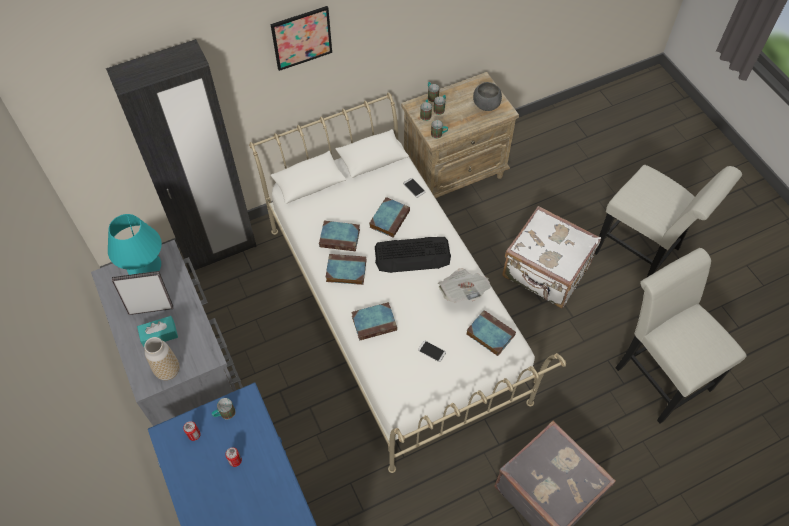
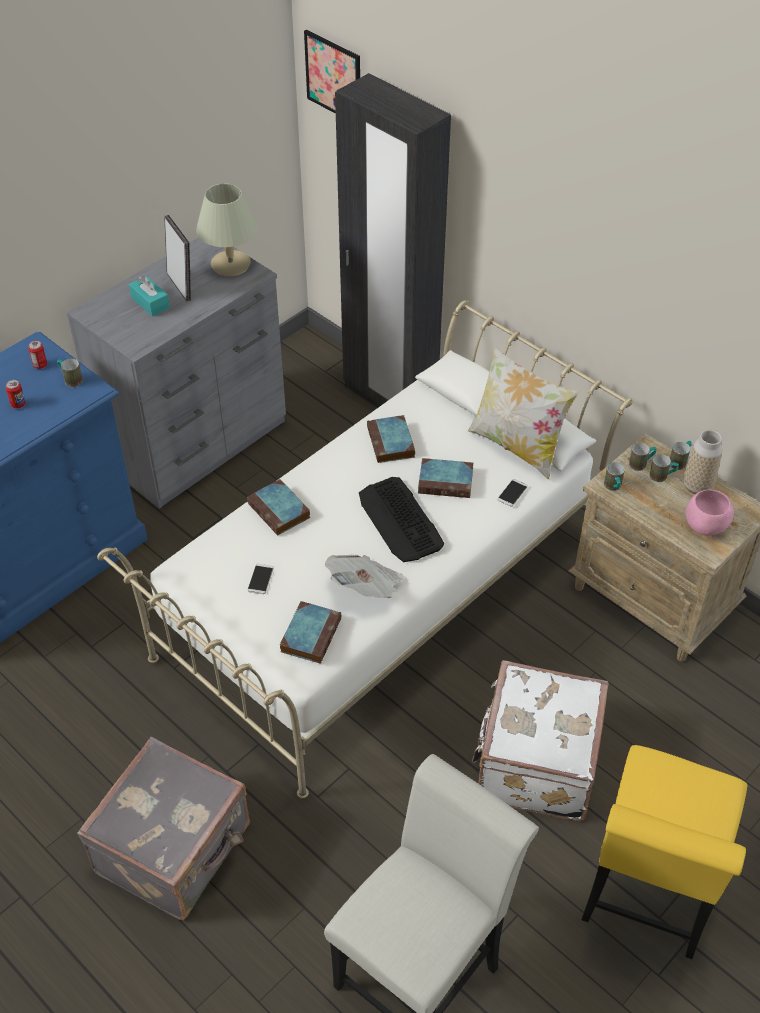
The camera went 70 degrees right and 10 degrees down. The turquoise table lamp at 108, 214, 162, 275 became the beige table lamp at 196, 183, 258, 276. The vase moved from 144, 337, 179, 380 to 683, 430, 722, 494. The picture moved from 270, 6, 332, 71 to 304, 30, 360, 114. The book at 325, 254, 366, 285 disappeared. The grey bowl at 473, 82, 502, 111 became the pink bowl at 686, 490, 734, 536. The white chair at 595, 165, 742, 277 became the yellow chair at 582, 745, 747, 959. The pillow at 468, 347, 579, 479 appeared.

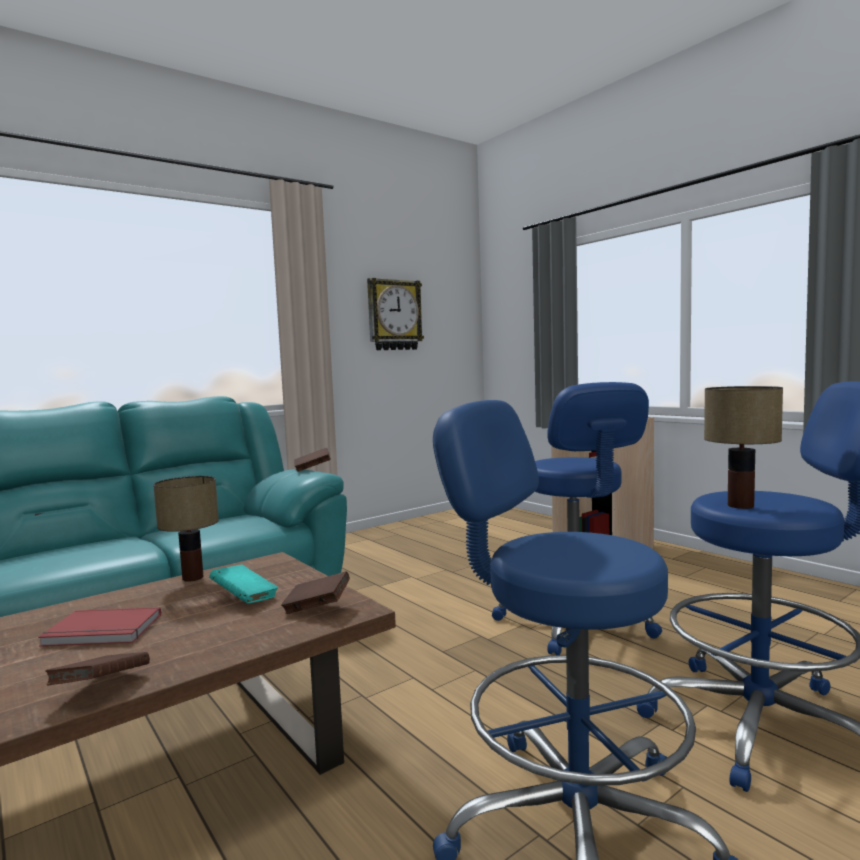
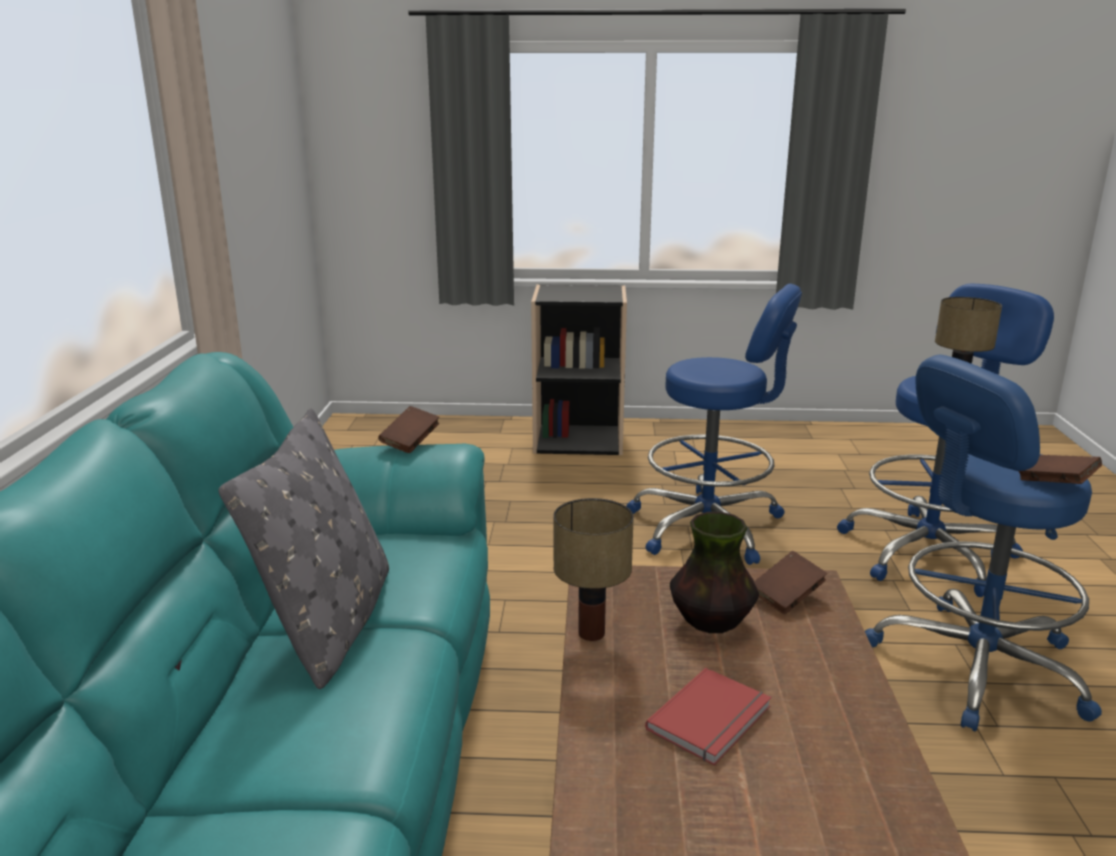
The camera went 50 degrees left and 15 degrees up. The brown book moved from 45, 652, 150, 686 to 1019, 455, 1102, 484. The turquoise book at 209, 565, 278, 603 was replaced by the vase at 670, 512, 759, 633. The wall clock at 367, 278, 424, 350 disappeared. The grey pillow at 218, 408, 389, 689 appeared.

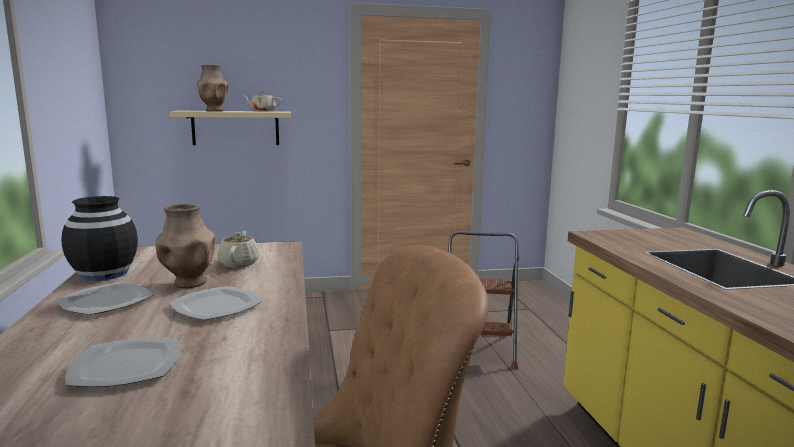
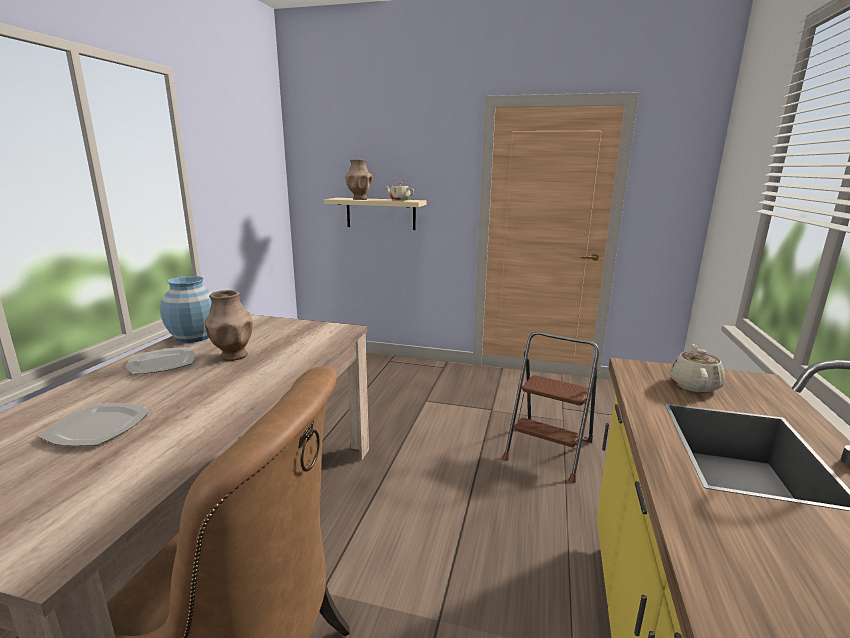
The camera went 25 degrees right and 5 degrees up. The black vase at 61, 196, 138, 281 became the blue vase at 160, 276, 212, 343. The plate at 170, 286, 263, 320 disappeared. The beige teapot moved from 217, 231, 259, 267 to 669, 344, 725, 393.

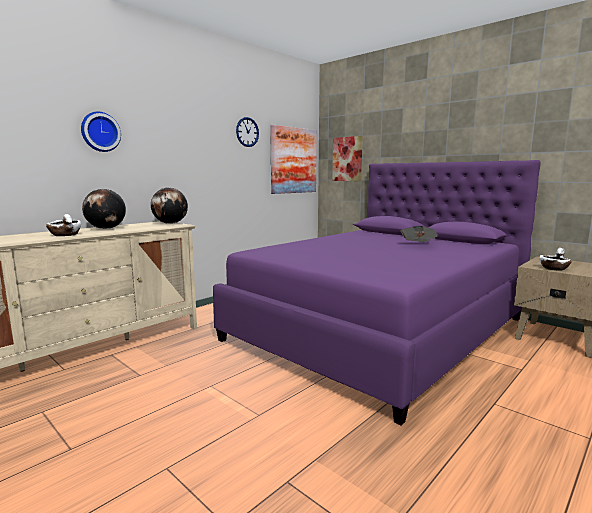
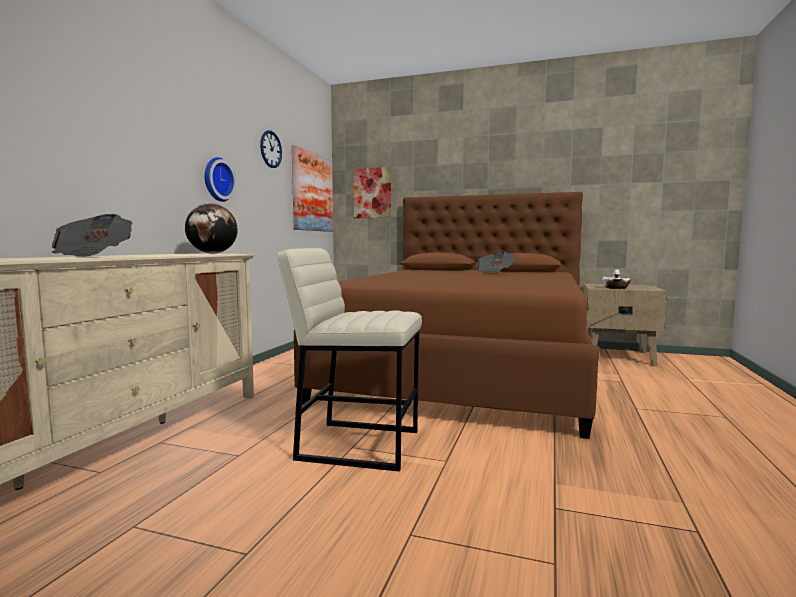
The camera went 25 degrees left and 5 degrees down. The white bowl at 46, 214, 81, 236 was replaced by the newspaper at 52, 214, 133, 257. The wall clock moved from 81, 112, 121, 152 to 205, 157, 236, 202. The globe at 82, 189, 126, 229 disappeared. The purple bed at 213, 160, 541, 426 became the brown bed at 294, 192, 600, 439. The beige chair at 278, 248, 422, 472 appeared.

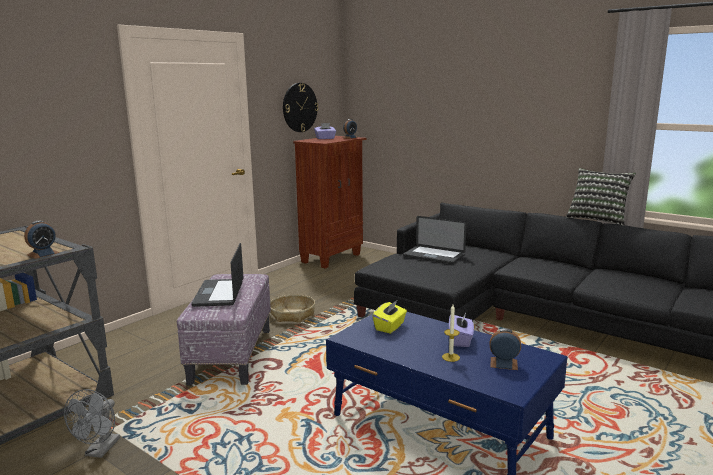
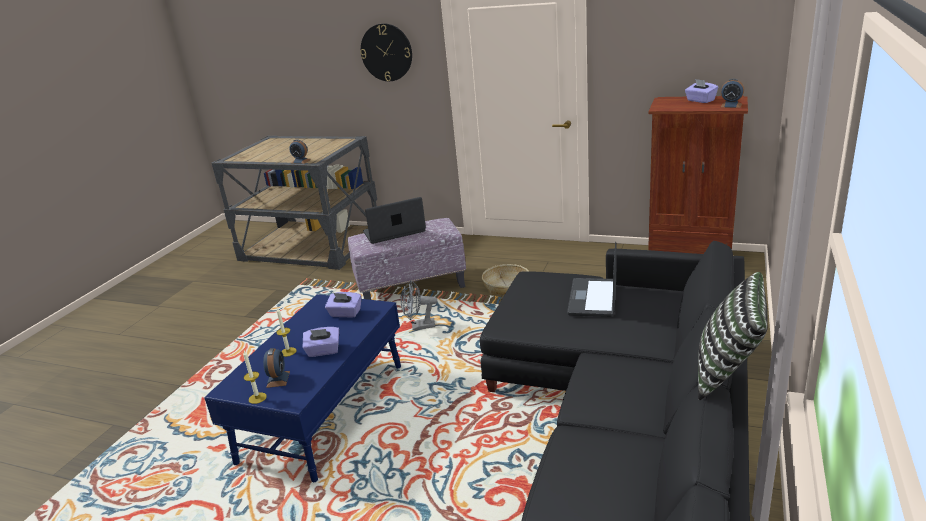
The camera went 75 degrees right and 10 degrees up. The grey fan moved from 64, 389, 120, 458 to 401, 280, 437, 330. The wall clock moved from 283, 83, 319, 132 to 360, 23, 412, 81. The yellow tissue box at 372, 301, 407, 334 became the purple tissue box at 325, 292, 362, 318. The candle at 243, 351, 267, 404 appeared.

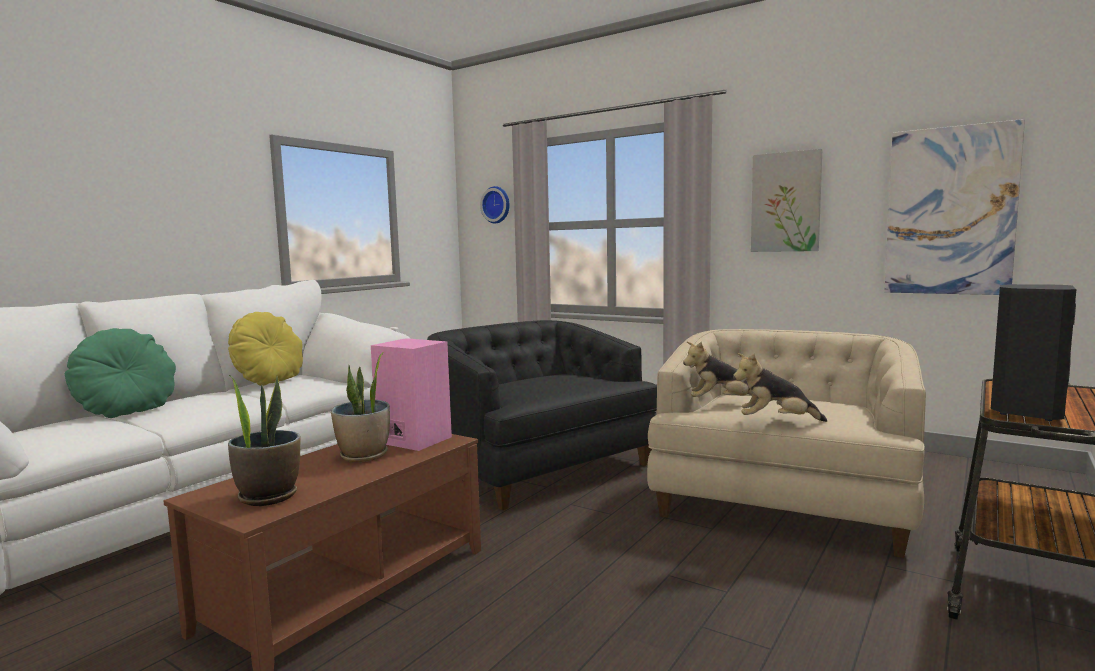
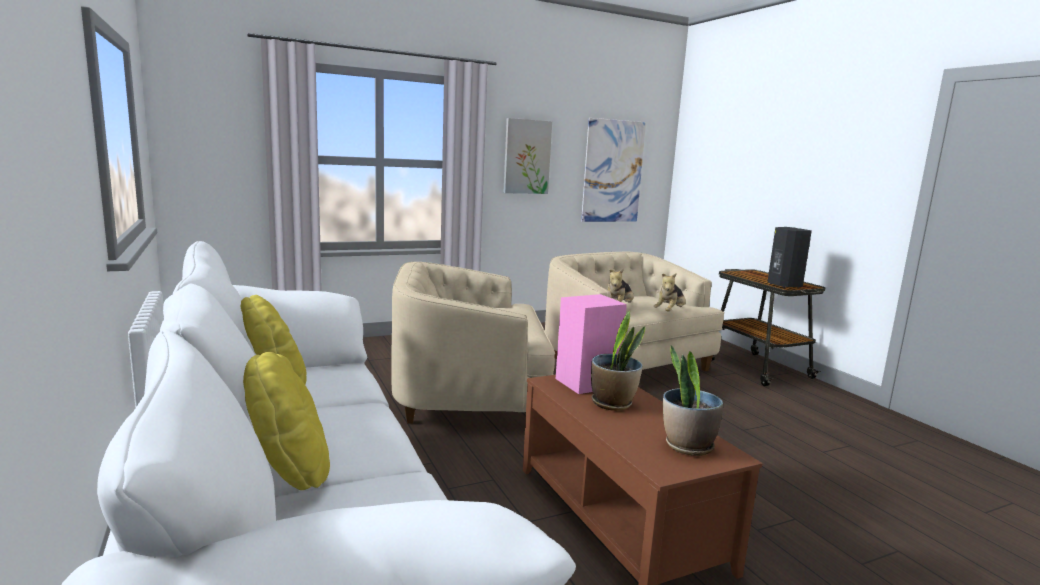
The camera went 60 degrees left and 5 degrees up. The green pillow at 65, 328, 176, 418 became the yellow pillow at 243, 352, 330, 490. The black armchair at 427, 320, 657, 510 became the beige armchair at 391, 262, 555, 424. The wall clock at 480, 186, 510, 224 disappeared.

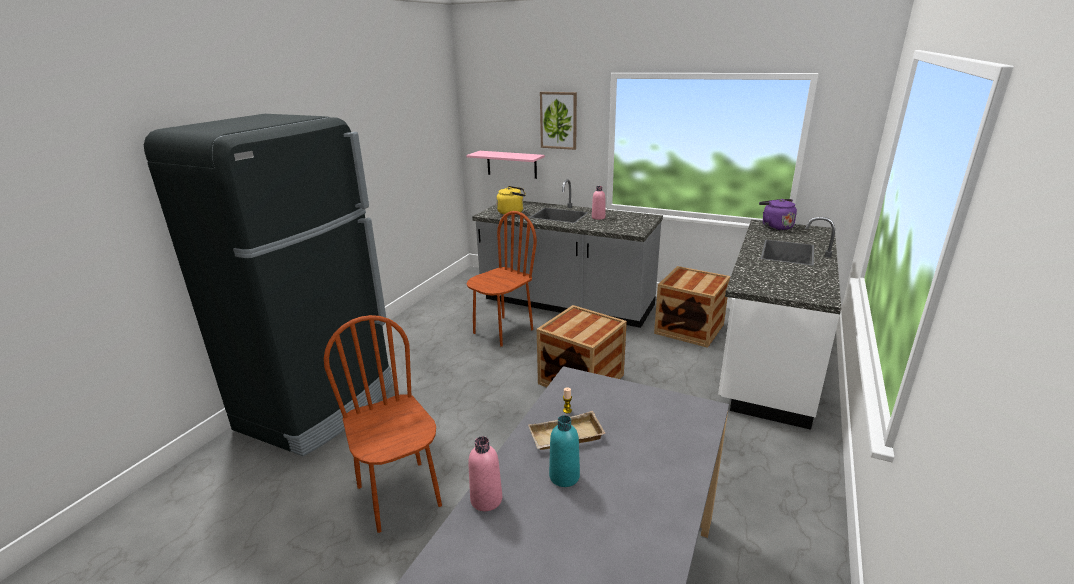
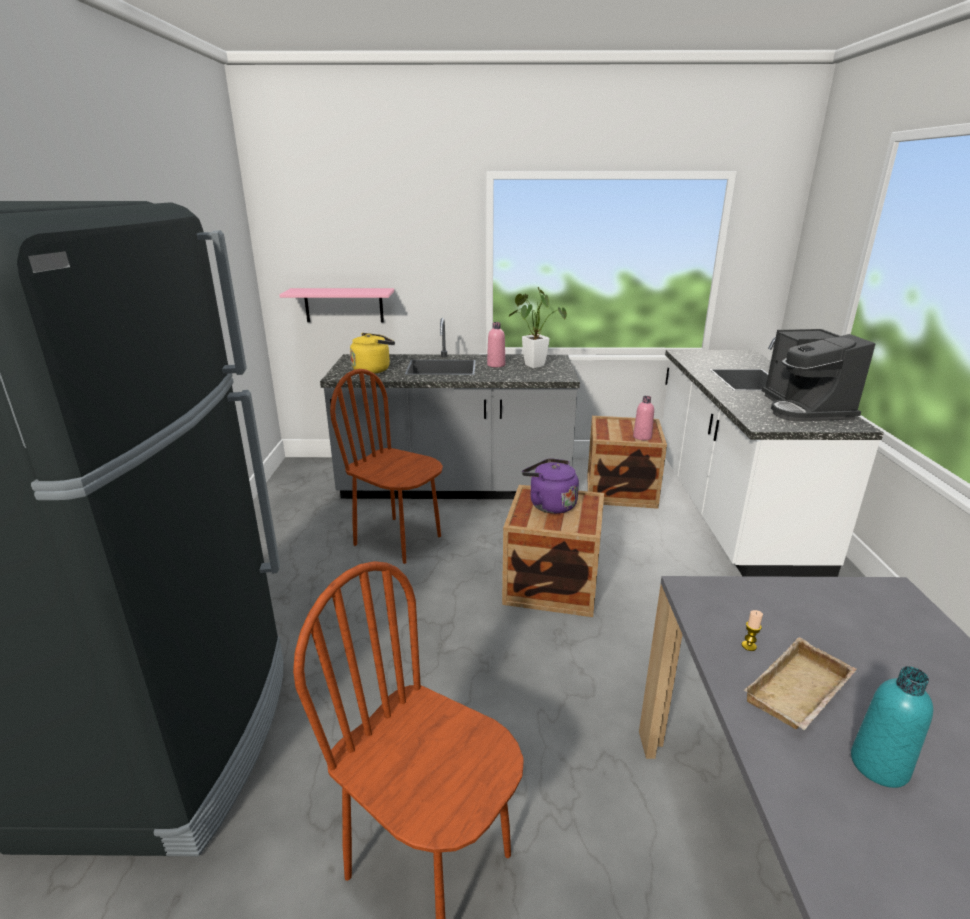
The camera went 25 degrees left and 0 degrees up. The brown chair at 467, 211, 537, 346 turned 75 degrees counterclockwise. The pink bottle moved from 468, 436, 502, 511 to 633, 396, 654, 440. The picture at 540, 92, 577, 150 disappeared. The purple kettle moved from 759, 199, 797, 230 to 522, 458, 579, 514. The potted plant at 509, 287, 567, 368 appeared. The coffee machine at 762, 329, 876, 422 appeared.

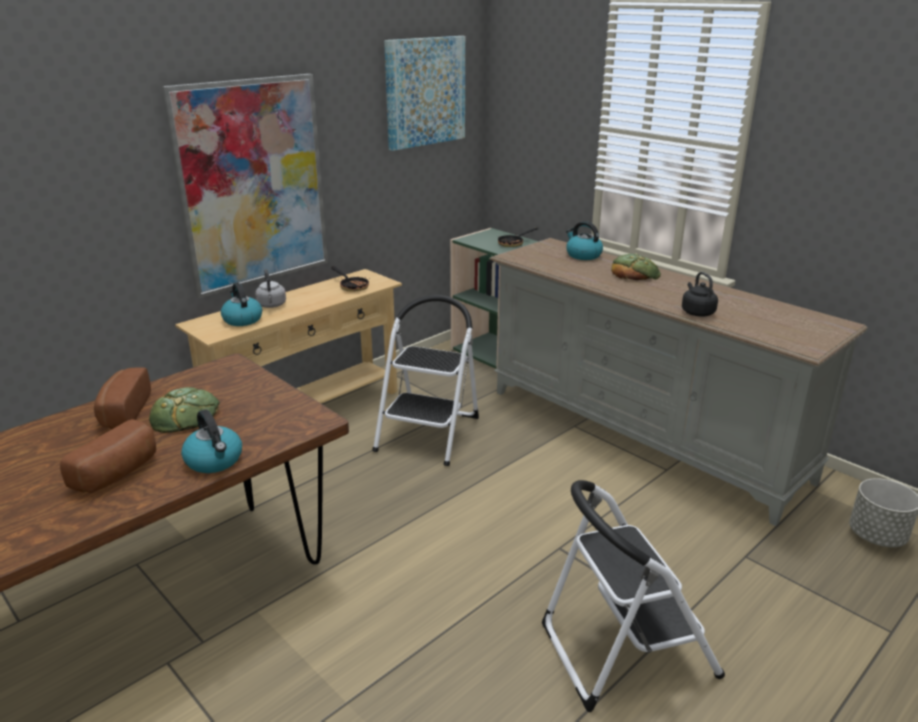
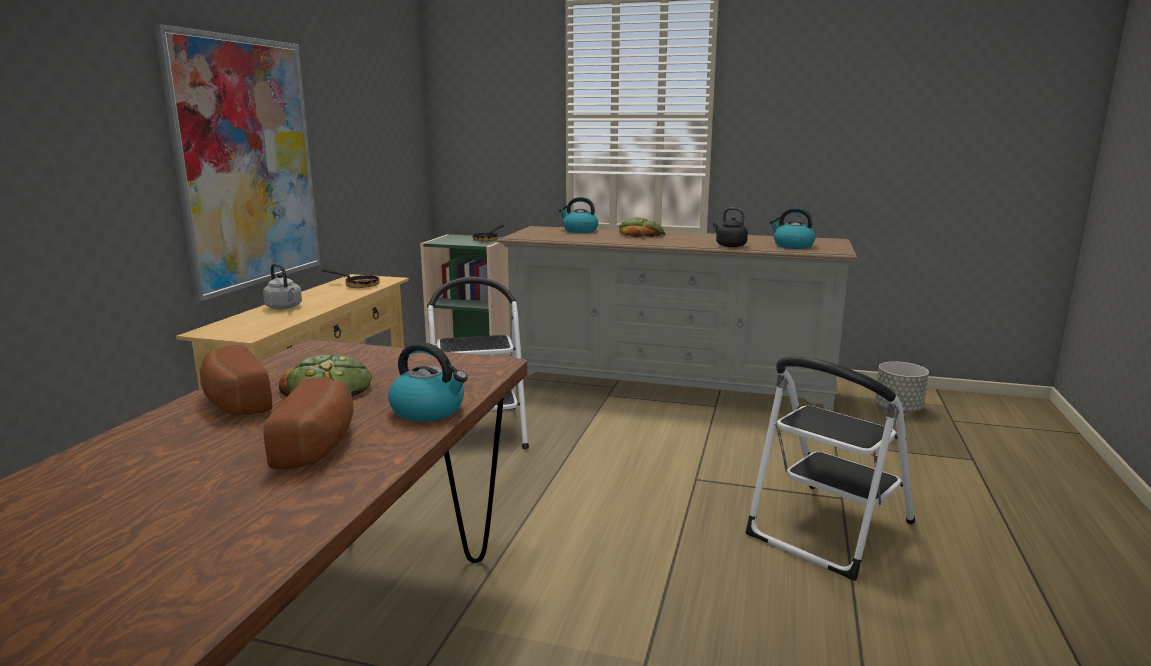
The camera went 30 degrees left and 10 degrees down. The kettle moved from 221, 283, 262, 326 to 770, 208, 816, 249. The picture at 384, 36, 465, 151 disappeared.

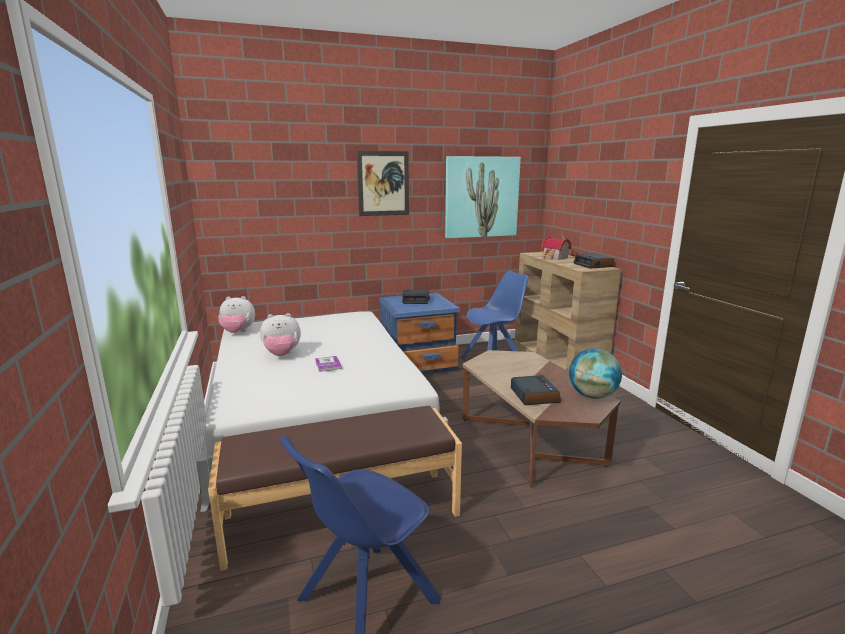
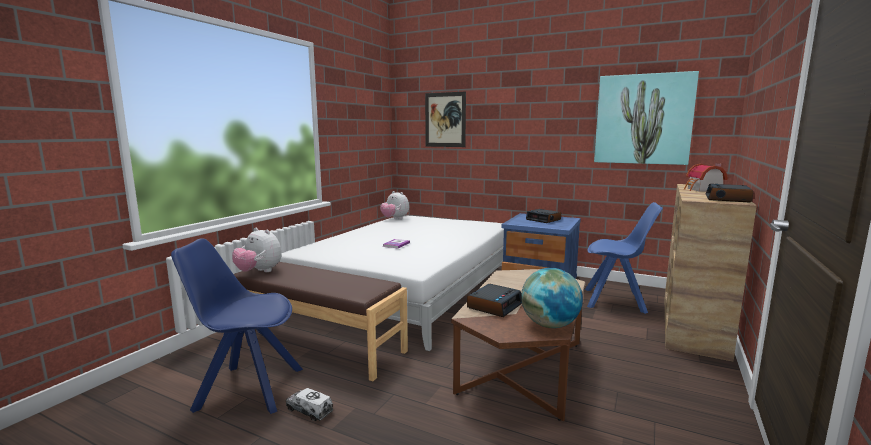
The camera went 45 degrees right and 5 degrees down. The plush toy moved from 260, 313, 301, 356 to 232, 228, 282, 272. The picture moved from 357, 151, 409, 216 to 425, 91, 466, 147. The toy truck at 286, 388, 334, 421 appeared.

